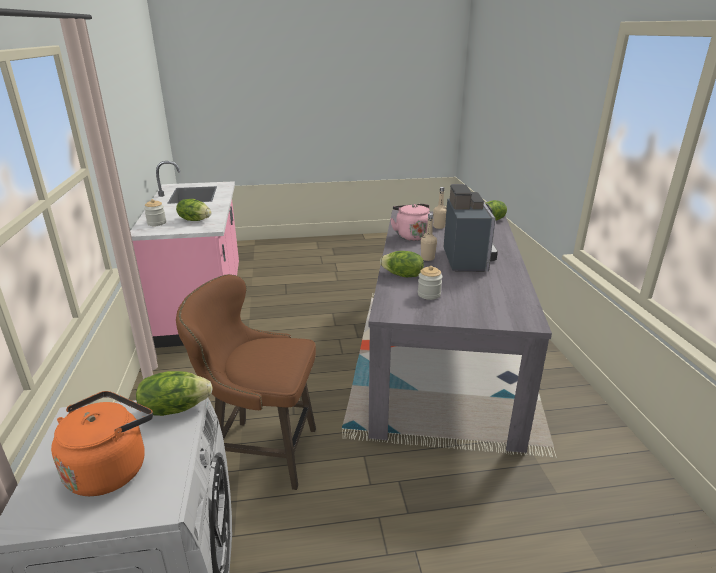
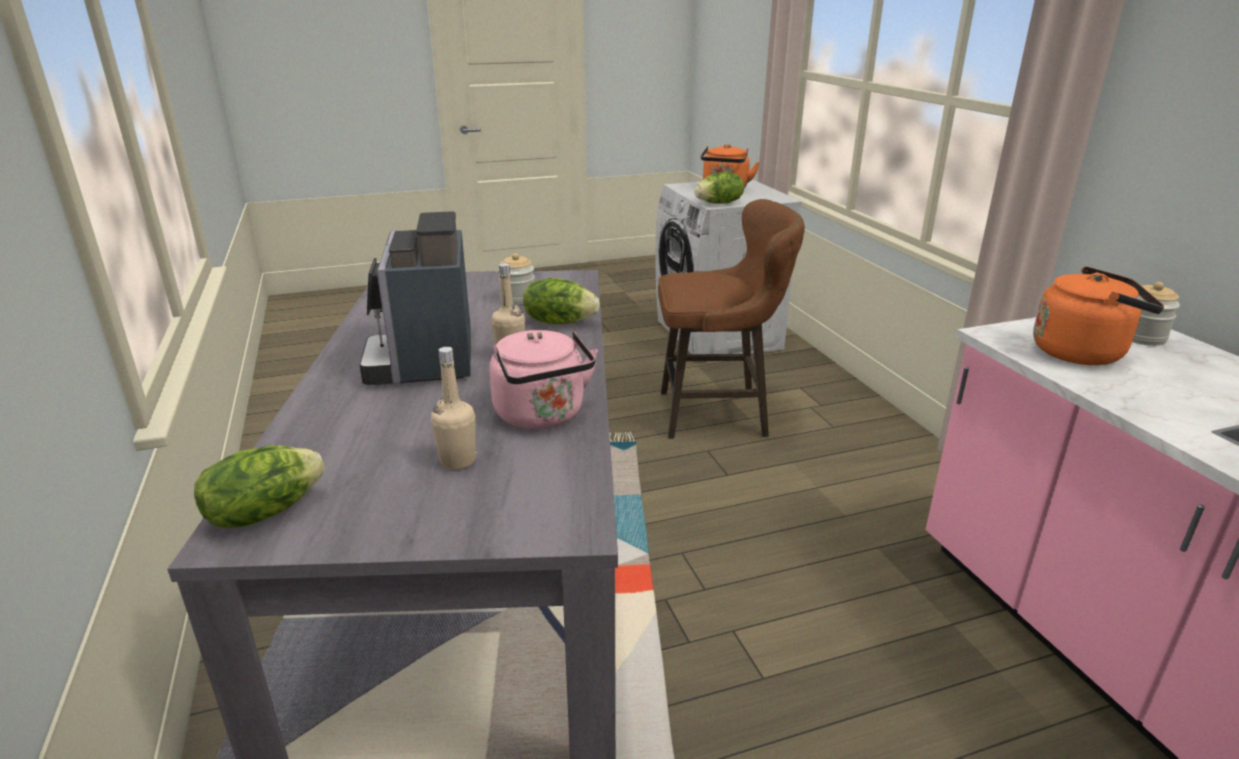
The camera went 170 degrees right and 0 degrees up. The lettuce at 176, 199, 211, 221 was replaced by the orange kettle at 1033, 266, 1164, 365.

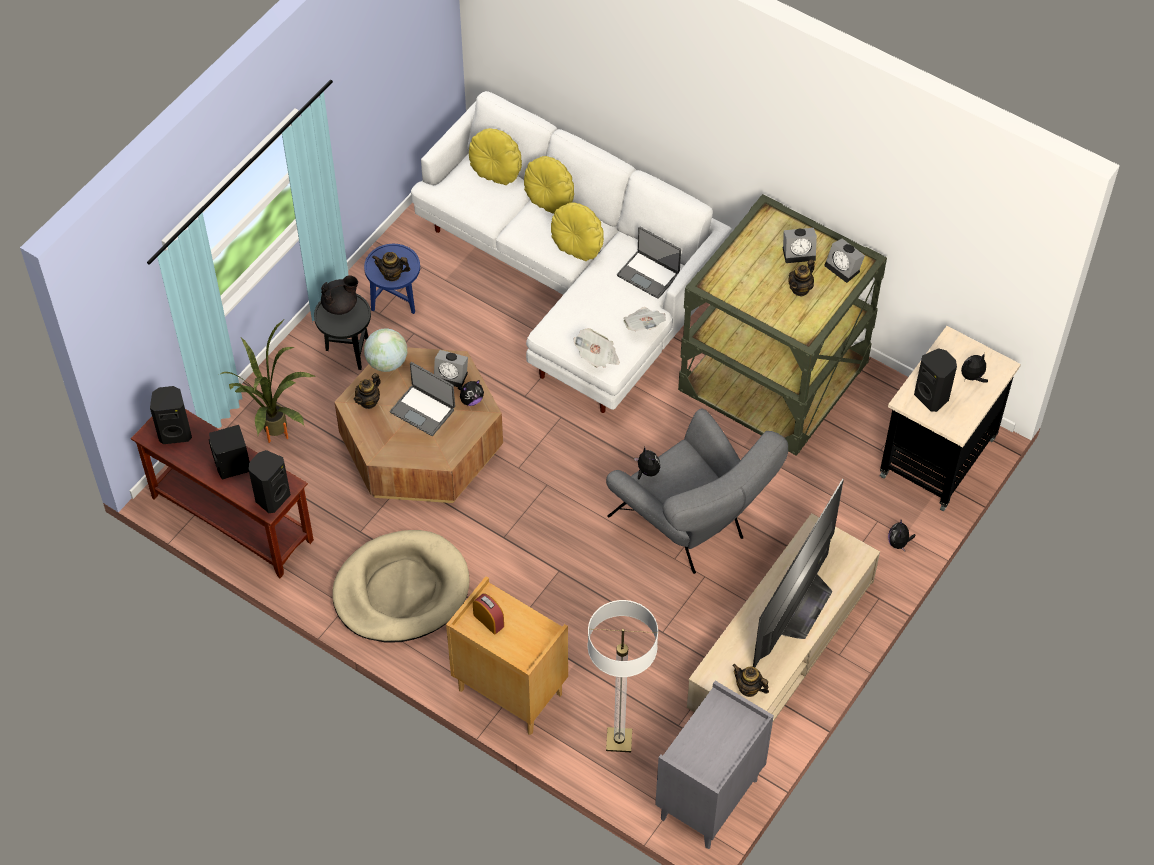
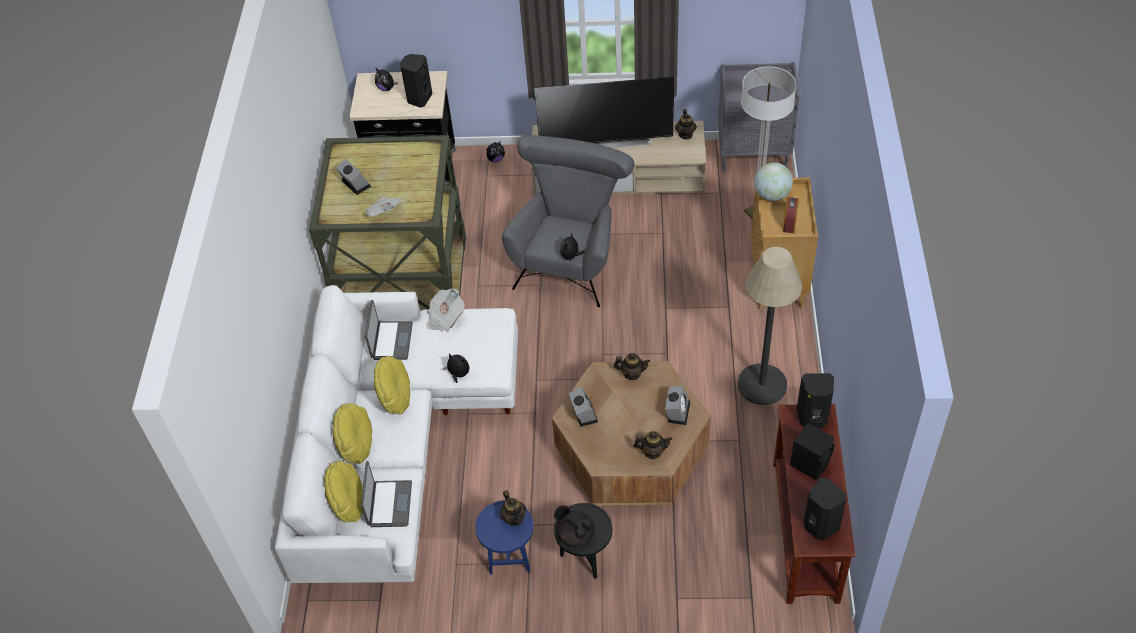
The camera went 120 degrees left and 5 degrees down. The potted plant at 221, 319, 316, 443 disappeared. The beige dog bed at 332, 530, 470, 643 was replaced by the floor lamp at 737, 247, 802, 405. The globe moved from 364, 328, 407, 372 to 754, 163, 793, 201. The laptop moved from 390, 362, 455, 436 to 361, 461, 412, 527. The plush toy moved from 458, 380, 484, 406 to 443, 353, 470, 383. The newspaper moved from 574, 328, 620, 368 to 365, 197, 403, 216. The teapot moved from 788, 259, 815, 296 to 613, 353, 650, 380. The alarm clock moved from 824, 239, 865, 283 to 665, 386, 690, 425.

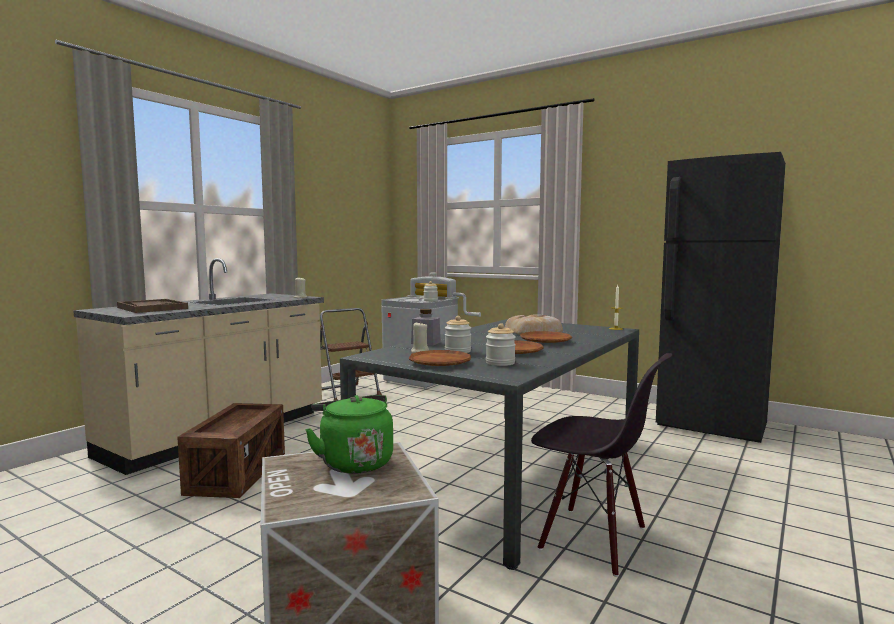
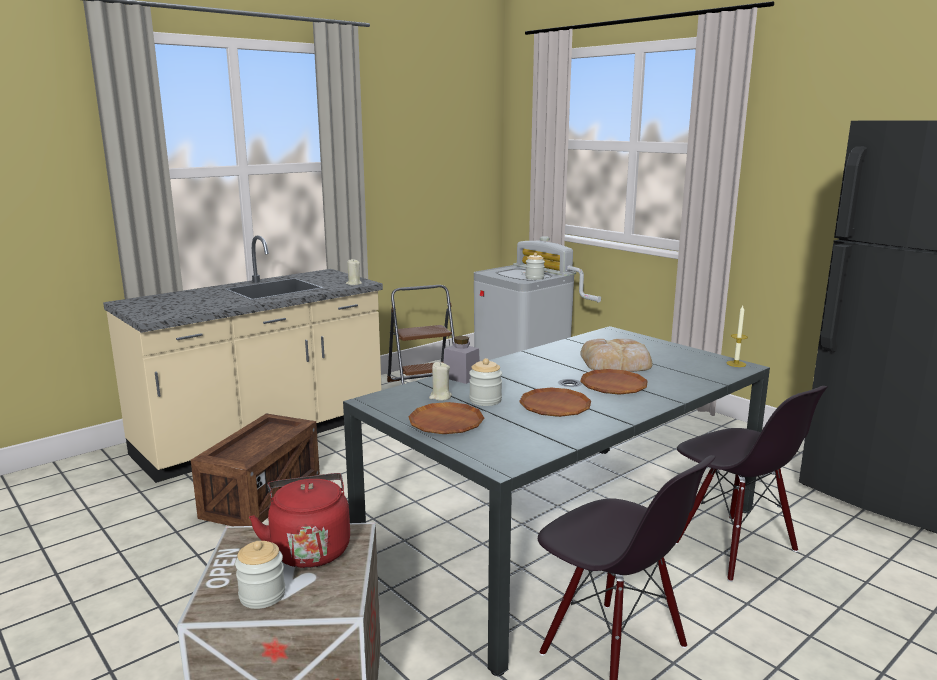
The camera went 15 degrees right and 10 degrees up. The brown tray at 117, 299, 188, 313 disappeared. The green kettle at 305, 395, 393, 474 became the red kettle at 249, 473, 350, 568. The jar moved from 486, 323, 516, 366 to 235, 541, 285, 609. The black chair at 676, 386, 828, 582 appeared.

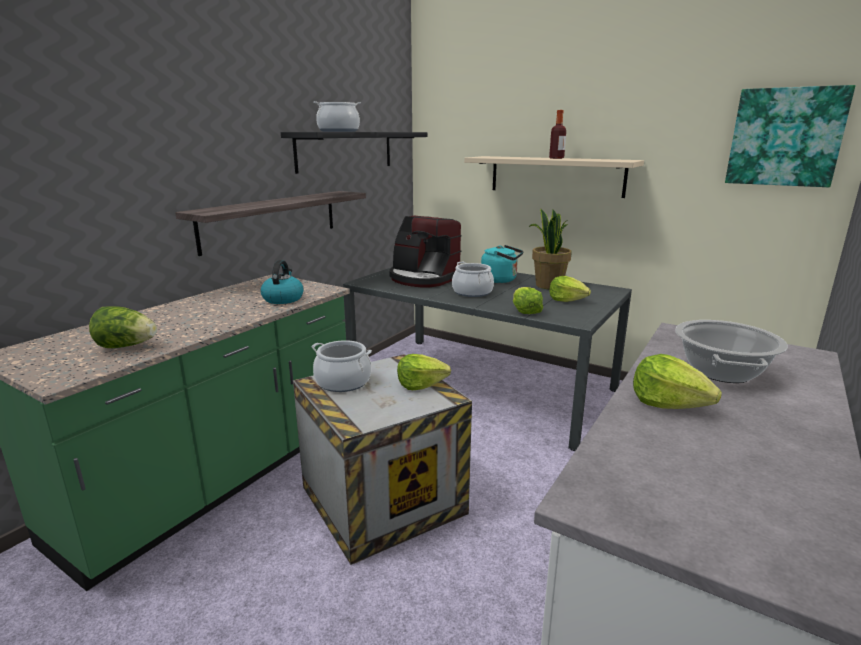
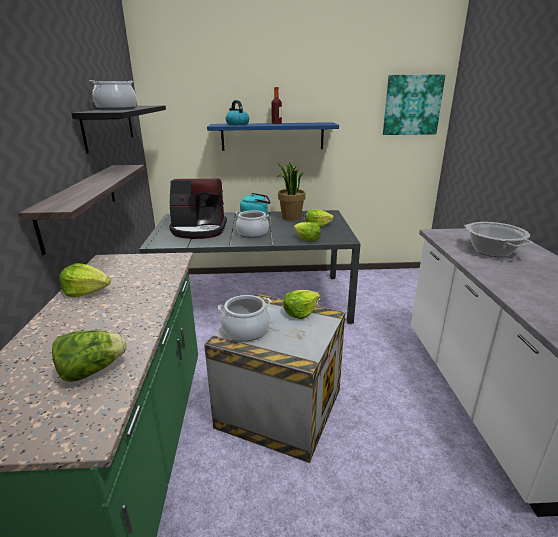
The camera went 35 degrees left and 5 degrees up. The kettle moved from 261, 260, 304, 304 to 226, 100, 249, 125. The beige shelf at 464, 156, 644, 198 became the blue shelf at 207, 122, 339, 151. The lettuce moved from 633, 354, 722, 409 to 59, 263, 111, 297.

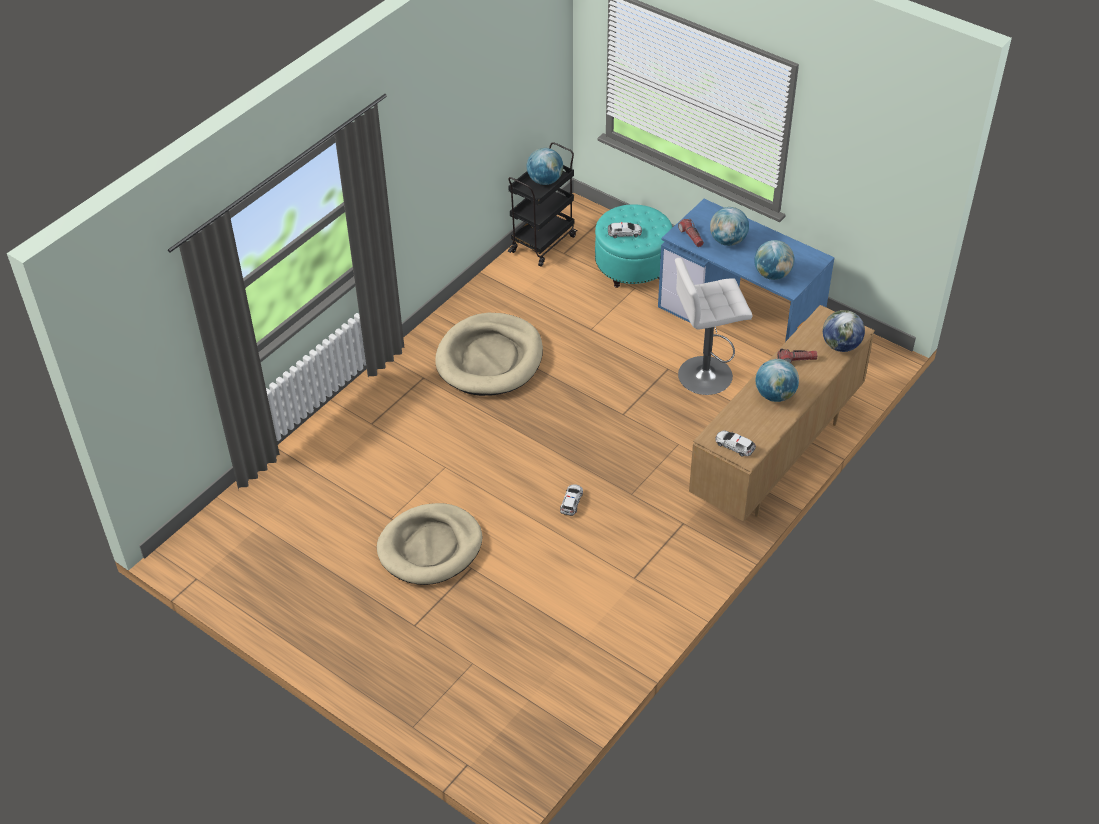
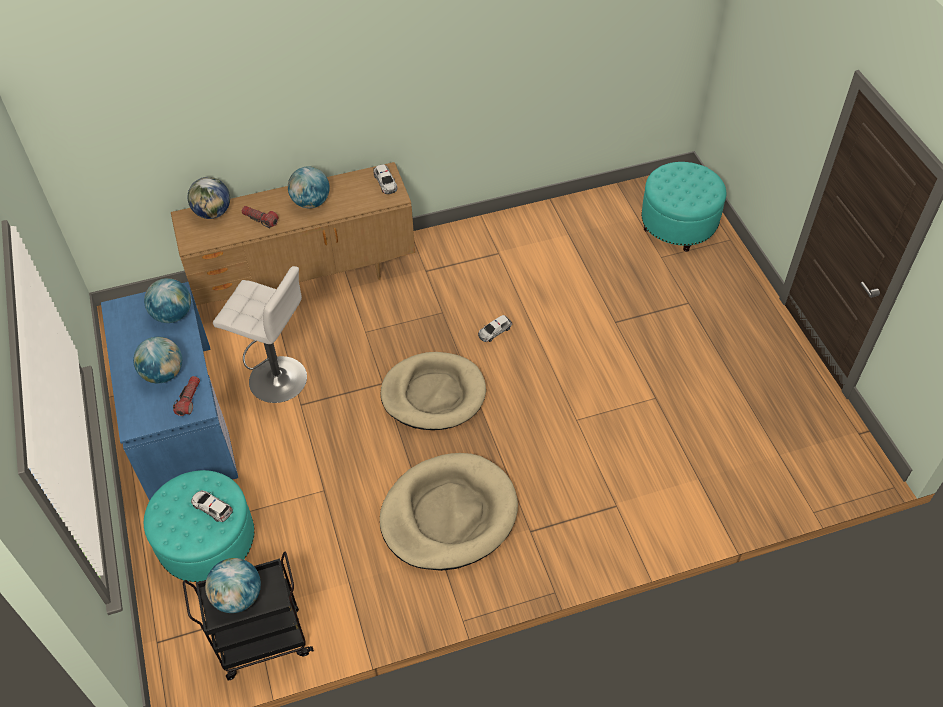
The camera went 145 degrees left and 5 degrees up. The beige dog bed moved from 377, 503, 483, 585 to 381, 352, 486, 430. The turquoise ottoman at 641, 162, 726, 252 appeared.

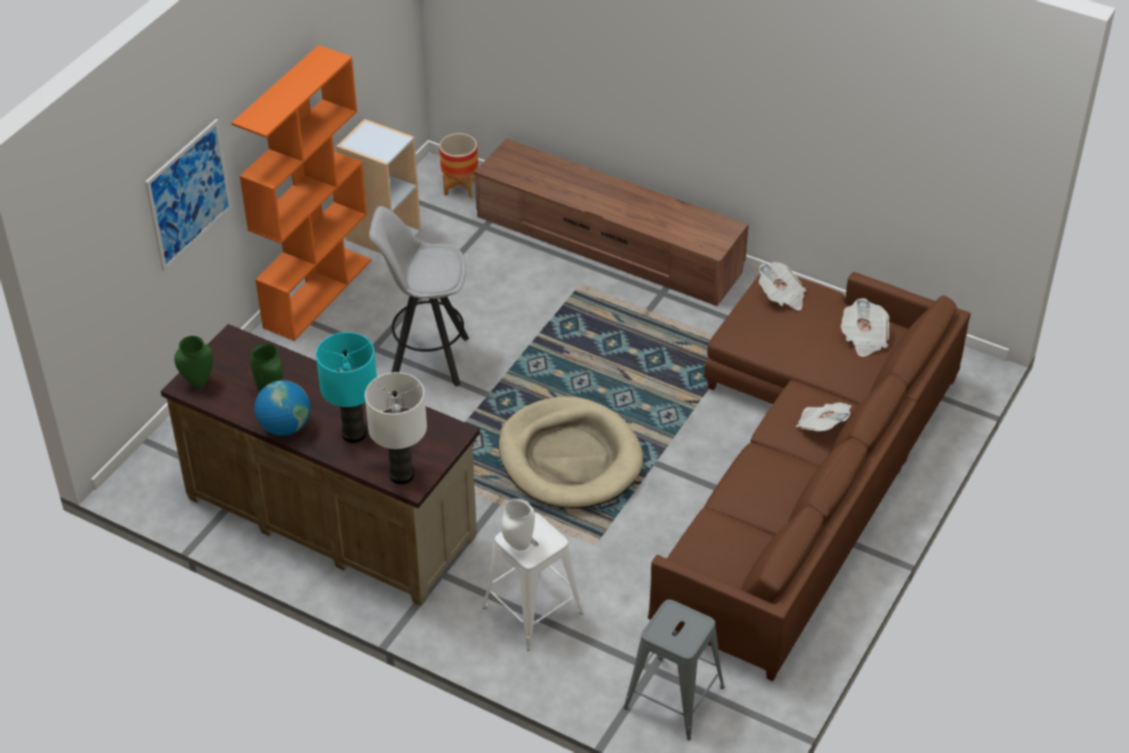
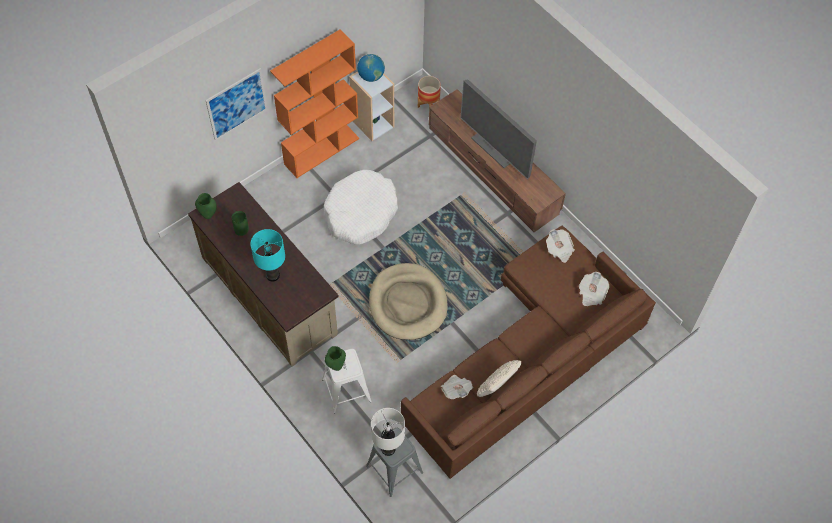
The camera went 20 degrees right and 15 degrees up. The globe moved from 254, 380, 310, 436 to 357, 54, 385, 82. The white table lamp moved from 365, 372, 427, 484 to 371, 408, 405, 456. The grey stool at 369, 206, 469, 387 was replaced by the white dog bed at 324, 169, 398, 245. The white vase at 501, 498, 535, 550 became the green vase at 325, 346, 346, 371. The newspaper moved from 796, 402, 851, 431 to 441, 375, 473, 399. The television at 461, 79, 537, 179 appeared. The beige pillow at 477, 360, 521, 397 appeared.

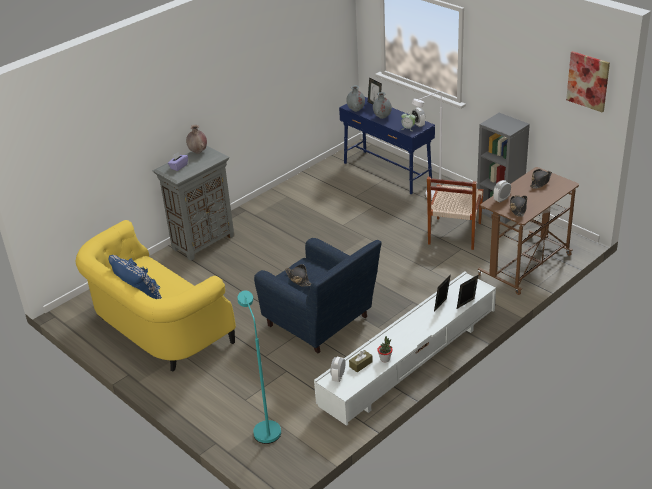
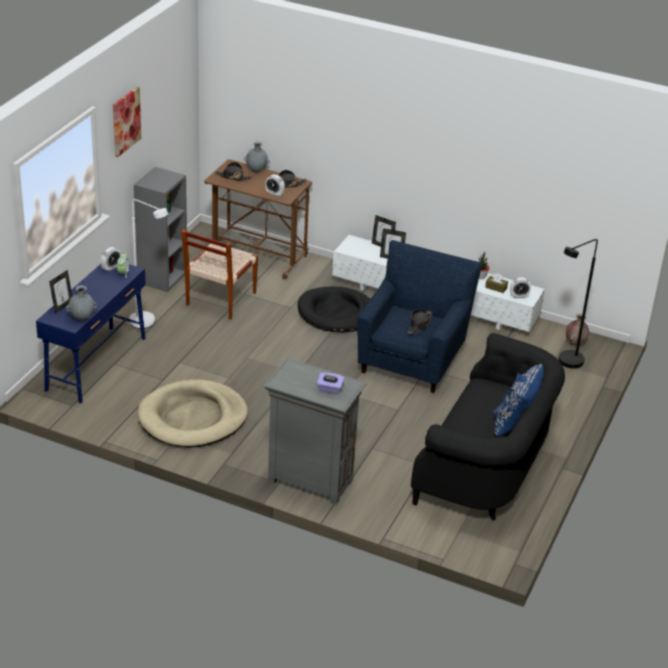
The camera went 115 degrees left and 0 degrees up. The yellow sofa at 76, 220, 236, 372 became the black sofa at 411, 333, 565, 521. The brown vase moved from 186, 125, 207, 154 to 566, 314, 589, 346. The turquoise floor lamp at 238, 291, 281, 444 became the black floor lamp at 558, 239, 598, 369. The grey vase moved from 373, 92, 392, 119 to 244, 142, 270, 173. The chair at 427, 177, 484, 250 turned 120 degrees clockwise. The picture moved from 566, 51, 610, 112 to 113, 87, 141, 157. The beige dog bed at 137, 379, 248, 448 appeared. The black dog bed at 298, 286, 370, 332 appeared.

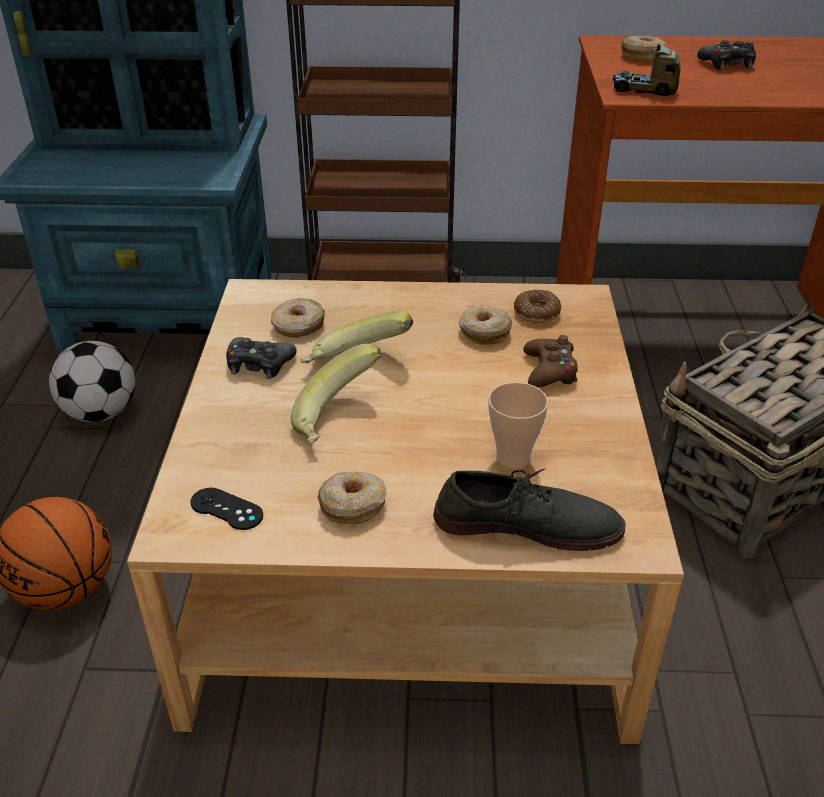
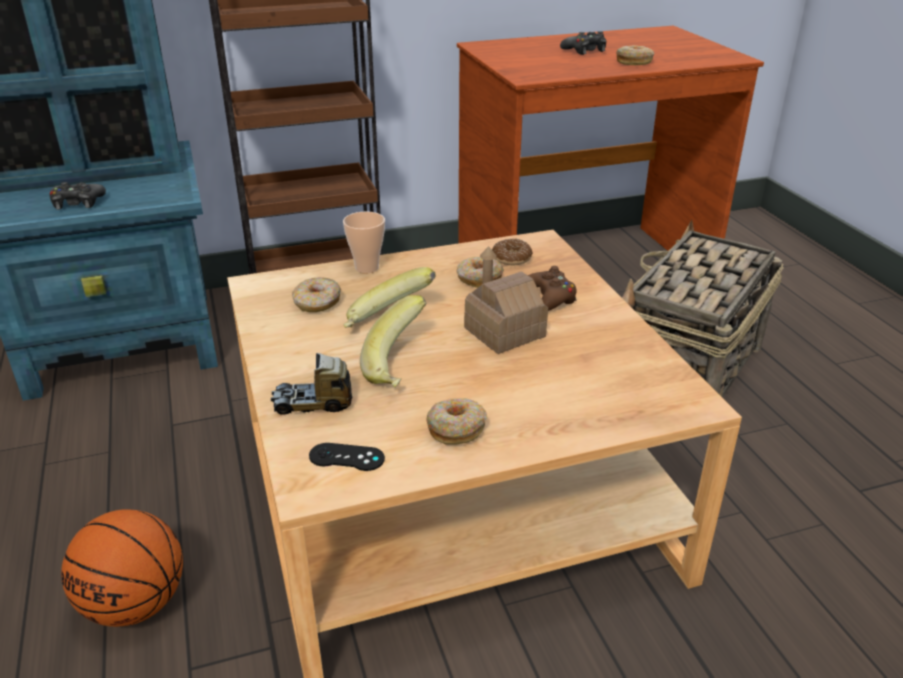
The camera went 20 degrees left and 5 degrees down. The football at 49, 341, 135, 422 disappeared. The black game controller moved from 226, 337, 297, 379 to 50, 182, 106, 210. The grey shoe at 433, 469, 626, 551 disappeared. The cup moved from 488, 382, 549, 468 to 343, 212, 385, 274. The toy truck moved from 612, 44, 681, 96 to 271, 353, 352, 415. The donut moved from 621, 36, 667, 61 to 616, 45, 654, 65. The toy house at 464, 246, 548, 354 appeared.

